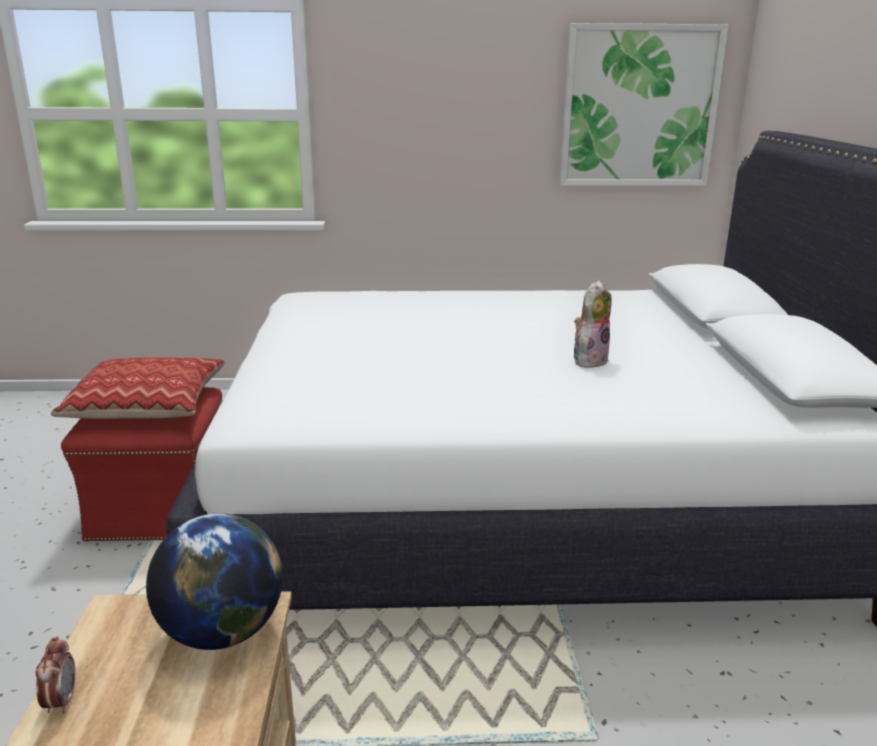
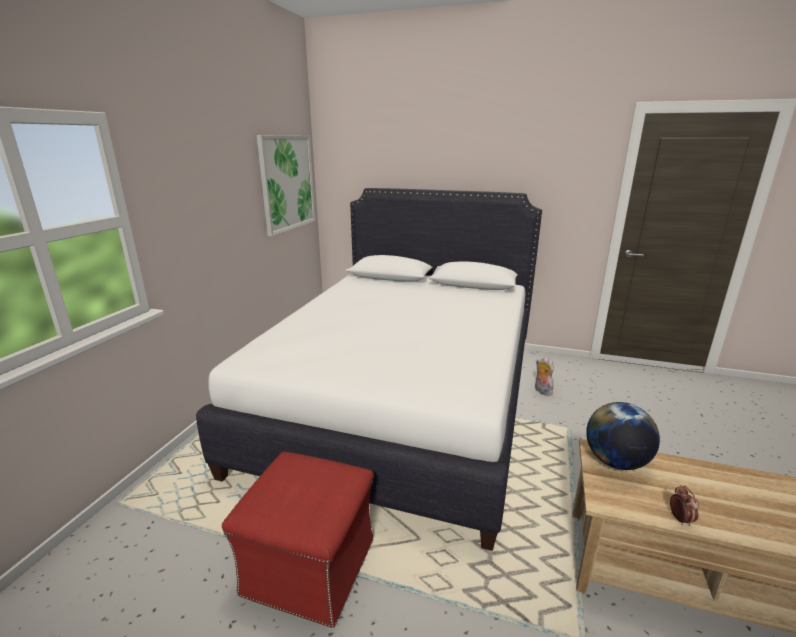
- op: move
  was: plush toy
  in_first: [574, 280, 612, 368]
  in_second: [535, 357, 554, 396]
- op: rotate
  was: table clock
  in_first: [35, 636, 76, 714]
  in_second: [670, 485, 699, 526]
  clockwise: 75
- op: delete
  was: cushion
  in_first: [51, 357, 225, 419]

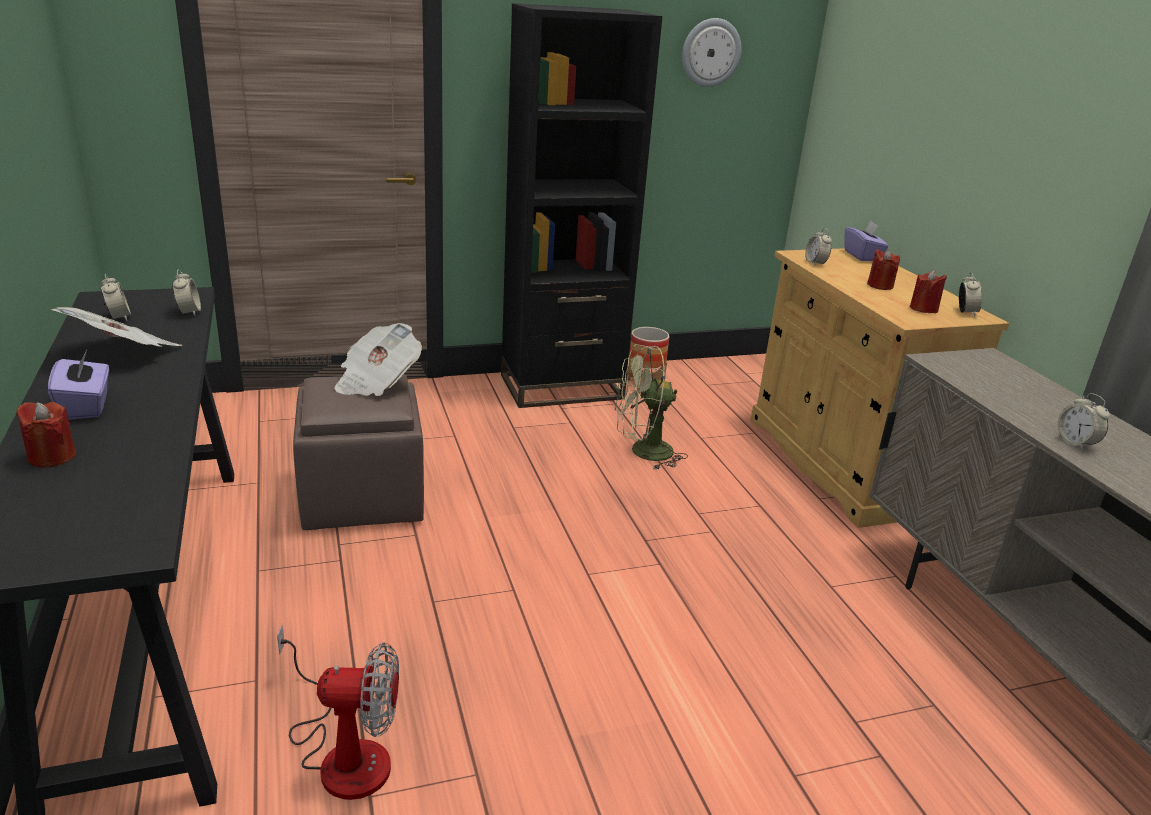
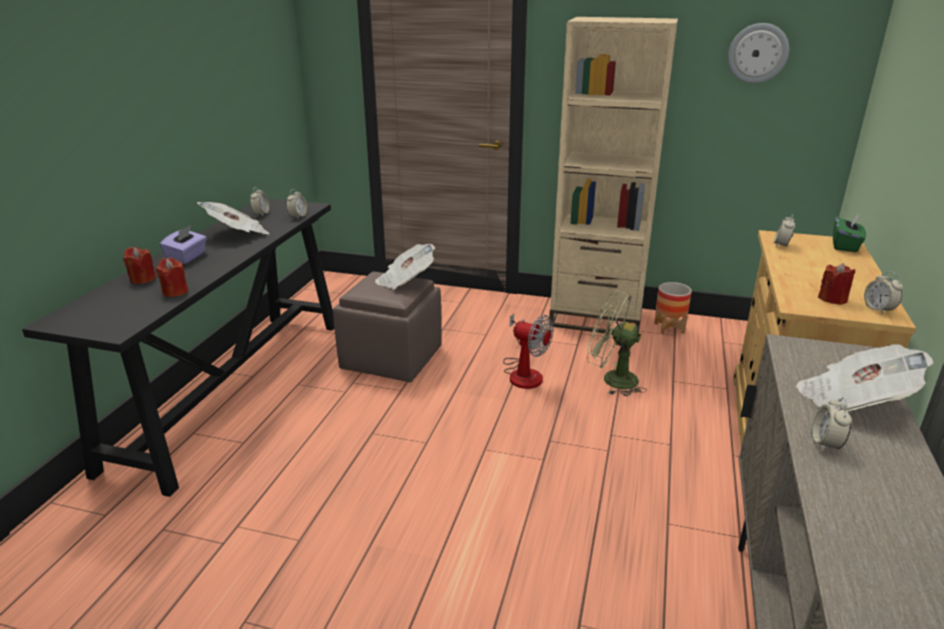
- op: move
  was: candle/red
  in_first: [867, 249, 900, 290]
  in_second: [156, 258, 188, 297]
- op: move
  was: fan
  in_first: [277, 625, 399, 800]
  in_second: [503, 314, 553, 389]
- op: recolor
  was: bookcase/black-coloured
  now: bookcase/beige
  in_first: [501, 3, 663, 408]
  in_second: [549, 17, 678, 335]
- op: insert
  now: newspaper
  in_second: [796, 344, 934, 411]
- op: recolor
  was: box of tissues/purple-coloured
  now: box of tissues/greenish
  in_first: [844, 220, 889, 261]
  in_second: [833, 214, 866, 252]
- op: rotate
  was: table clock
  in_first: [959, 272, 982, 316]
  in_second: [864, 271, 903, 315]
  clockwise: 120

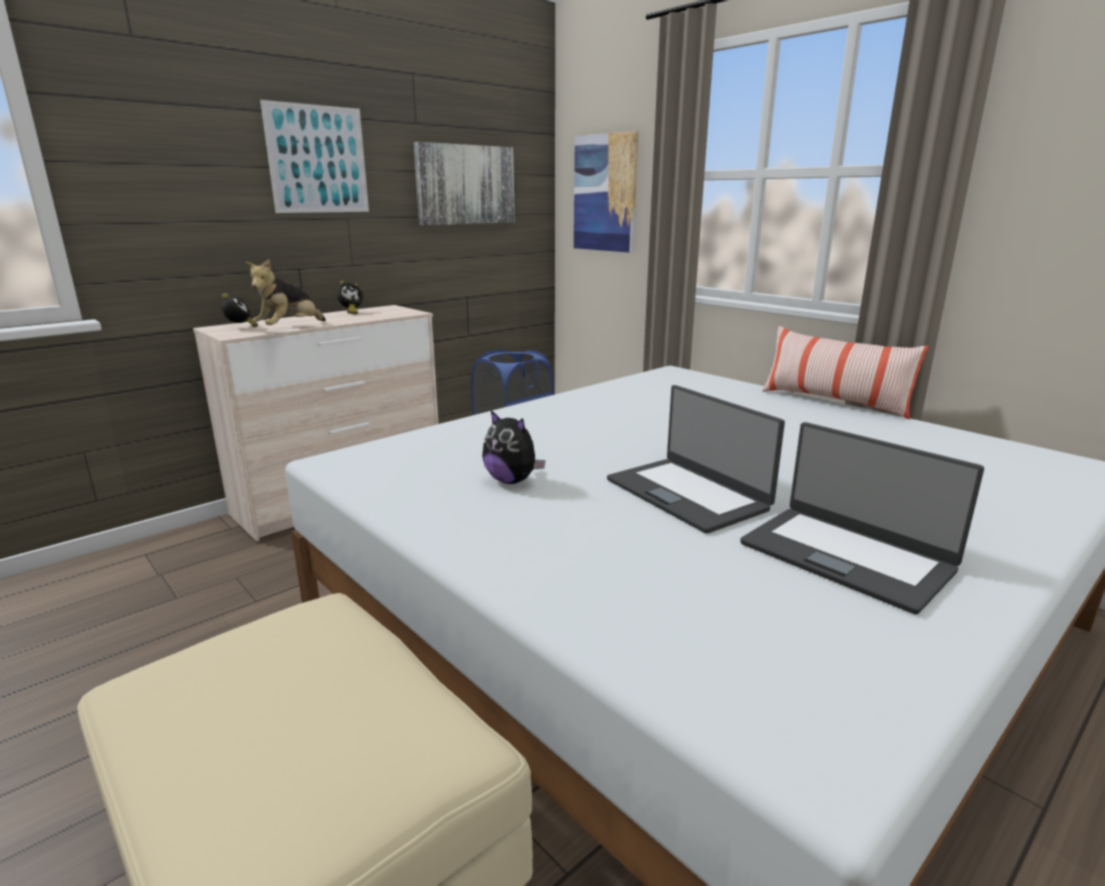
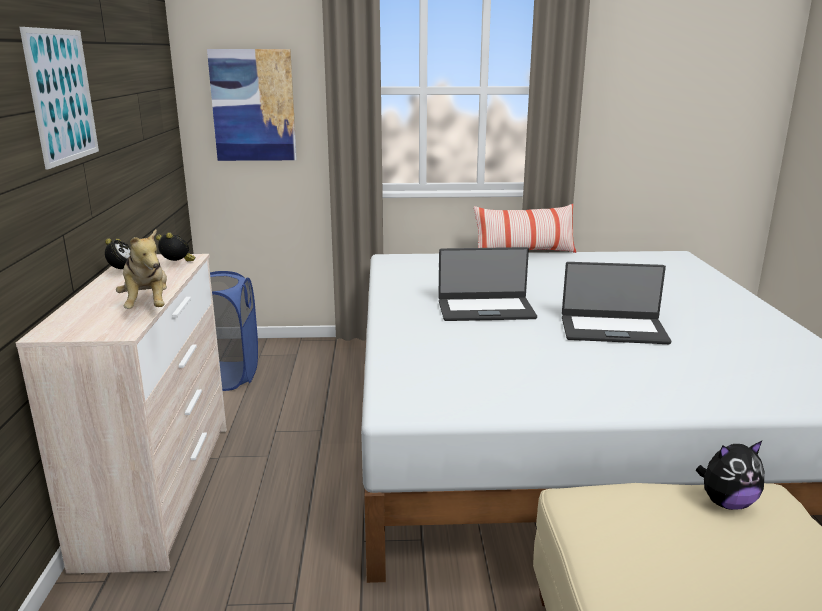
- op: move
  was: table clock
  in_first: [222, 293, 258, 327]
  in_second: [156, 232, 196, 261]
- op: move
  was: portable computer
  in_first: [740, 422, 984, 615]
  in_second: [438, 247, 537, 321]
- op: move
  was: plush toy
  in_first: [482, 410, 546, 484]
  in_second: [696, 441, 764, 510]
- op: delete
  was: wall art
  in_first: [414, 142, 515, 226]

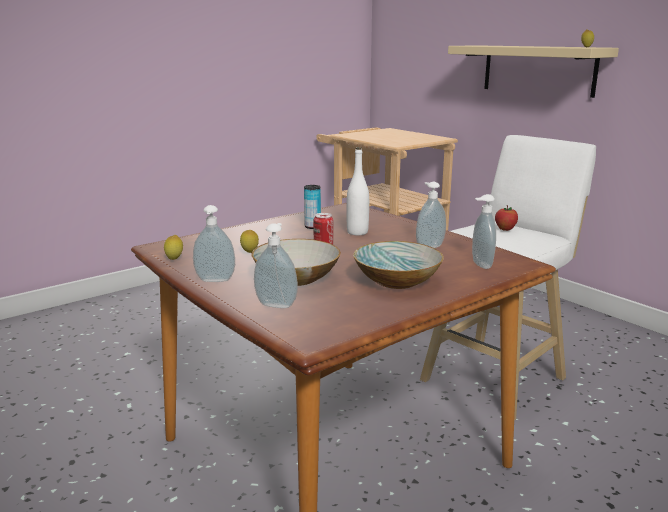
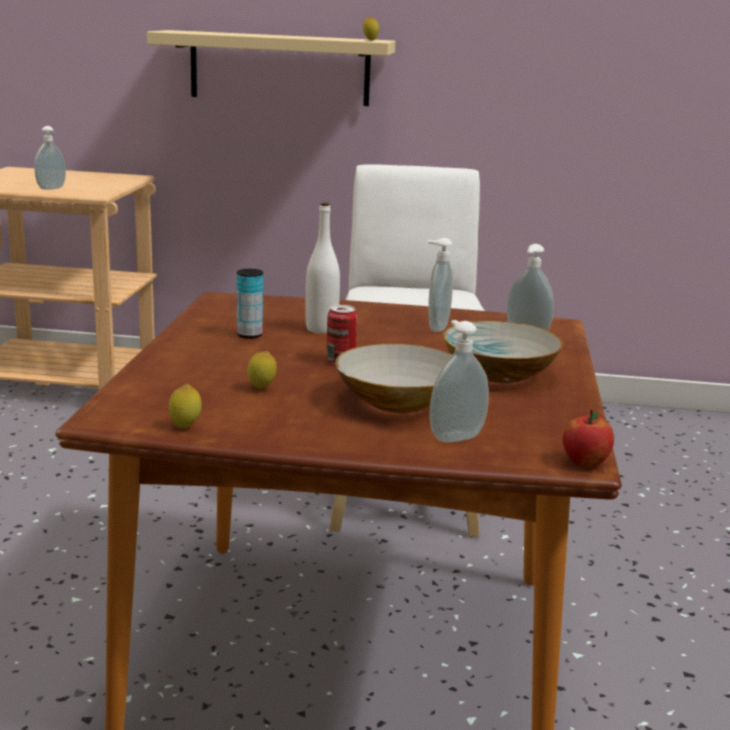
- op: move
  was: soap dispenser
  in_first: [193, 205, 235, 282]
  in_second: [34, 126, 66, 190]
- op: move
  was: whole apple
  in_first: [495, 205, 518, 231]
  in_second: [563, 409, 614, 468]

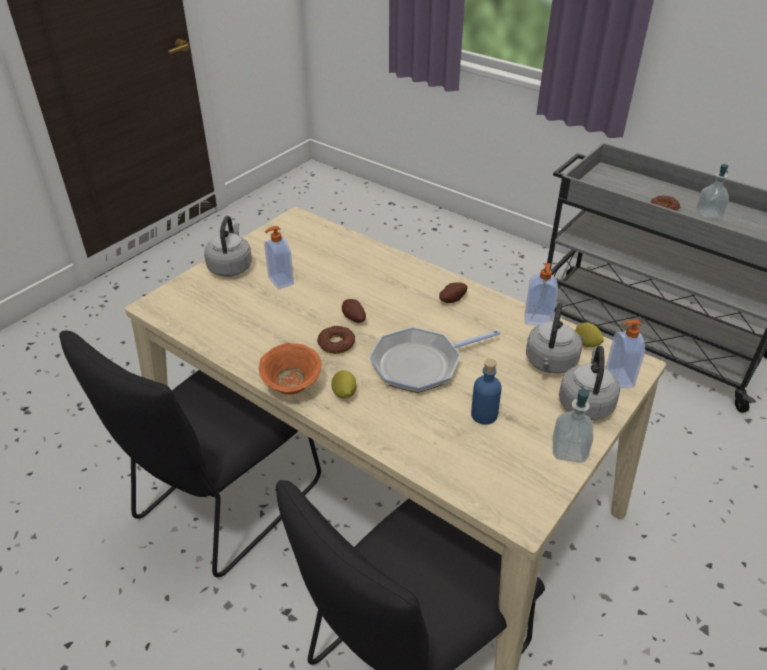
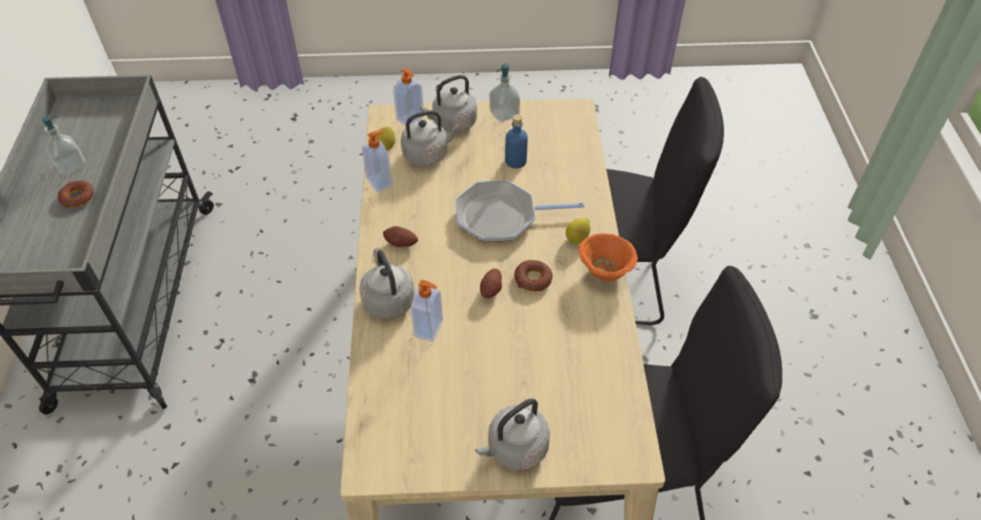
- op: insert
  now: water kettle/greyish
  in_second: [359, 248, 415, 319]
- op: move
  was: soap dispenser
  in_first: [264, 226, 294, 289]
  in_second: [411, 280, 443, 342]
- op: rotate
  was: frying pan
  in_first: [370, 327, 500, 393]
  in_second: [456, 180, 584, 242]
  clockwise: 150

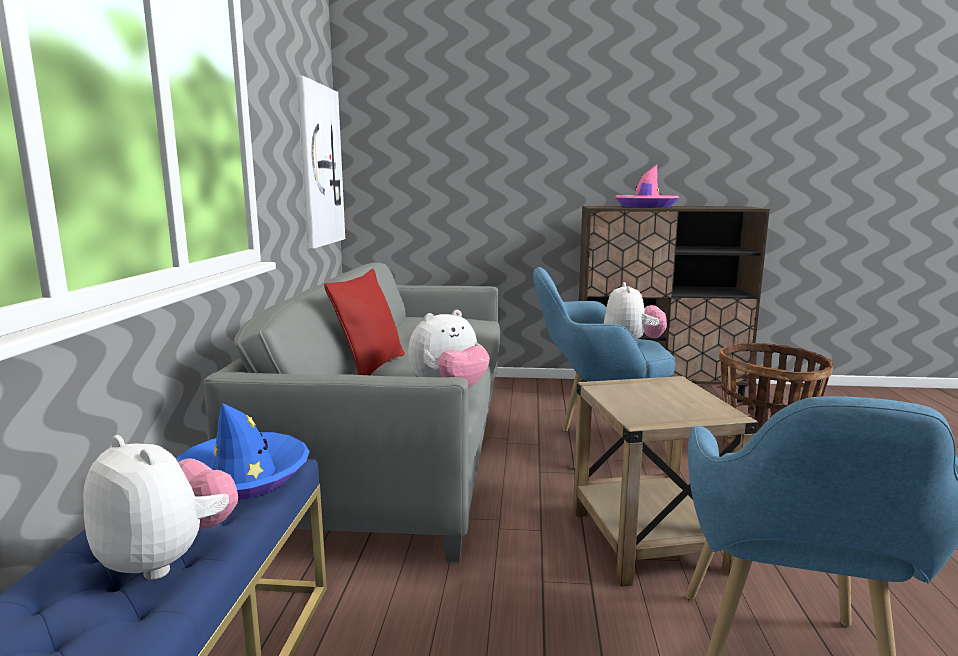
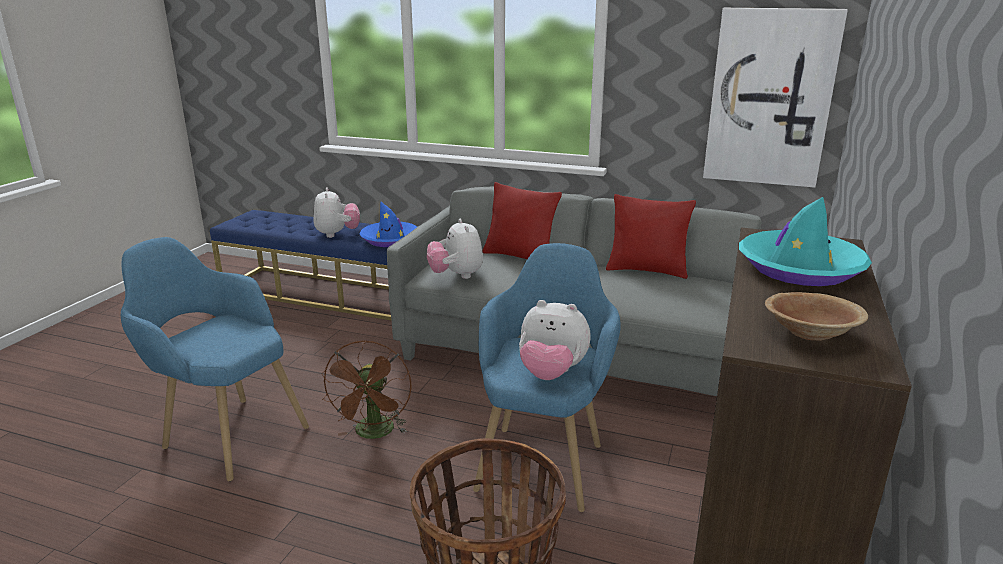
- op: rotate
  was: plush toy
  in_first: [83, 435, 238, 580]
  in_second: [314, 187, 360, 238]
  clockwise: -60
- op: replace
  was: side table/beige
  now: fan/brownish
  in_first: [573, 376, 758, 587]
  in_second: [321, 340, 412, 439]
- op: insert
  now: cushion/red
  in_second: [606, 194, 696, 279]
- op: recolor
  was: hat/pink
  now: hat/turquoise-coloured
  in_first: [615, 165, 680, 208]
  in_second: [739, 197, 872, 286]
- op: insert
  now: bowl/brownish
  in_second: [765, 292, 868, 341]

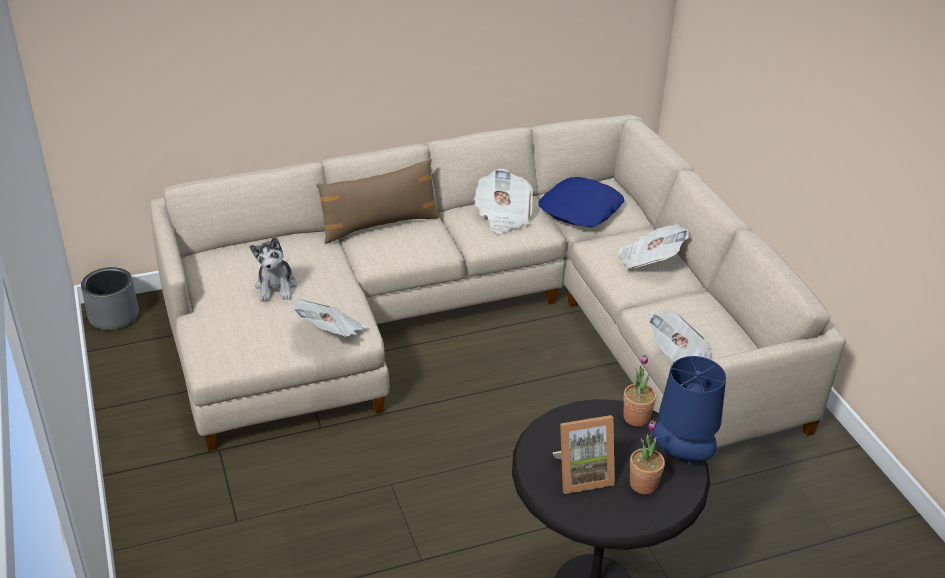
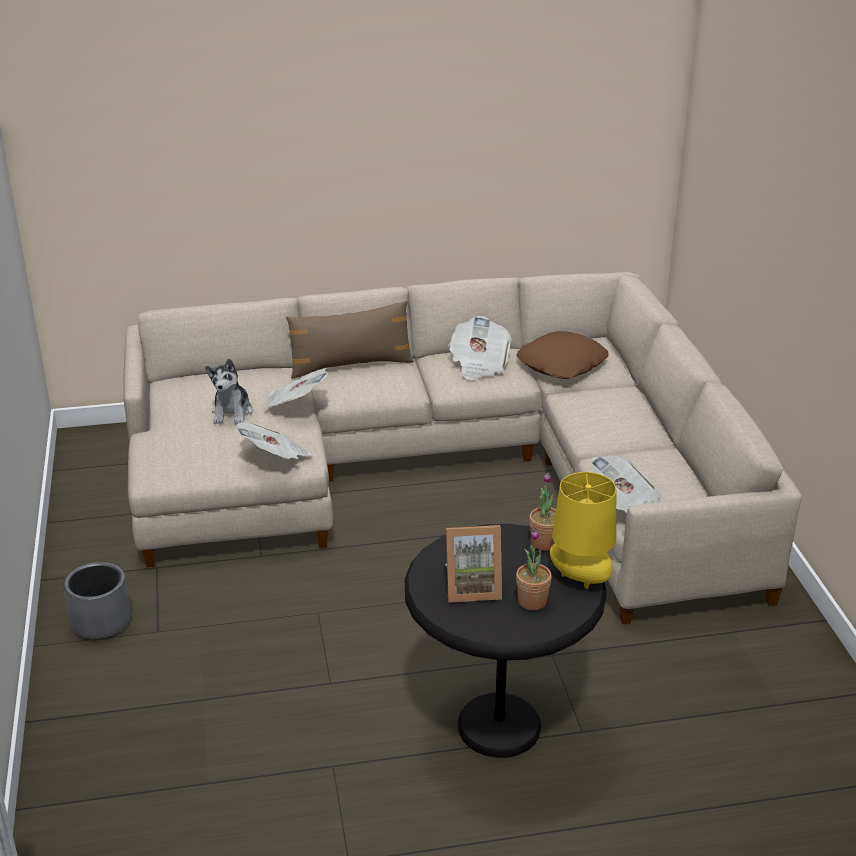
- op: move
  was: plant pot/greyish
  in_first: [81, 267, 139, 330]
  in_second: [63, 562, 131, 639]
- op: move
  was: newspaper
  in_first: [618, 224, 690, 269]
  in_second: [264, 368, 328, 409]
- op: recolor
  was: cushion/bluish
  now: cushion/brownish
  in_first: [538, 177, 624, 227]
  in_second: [517, 331, 609, 379]
- op: recolor
  was: lamp for a table/bluish
  now: lamp for a table/yellow-coloured
  in_first: [652, 356, 726, 465]
  in_second: [550, 472, 616, 589]

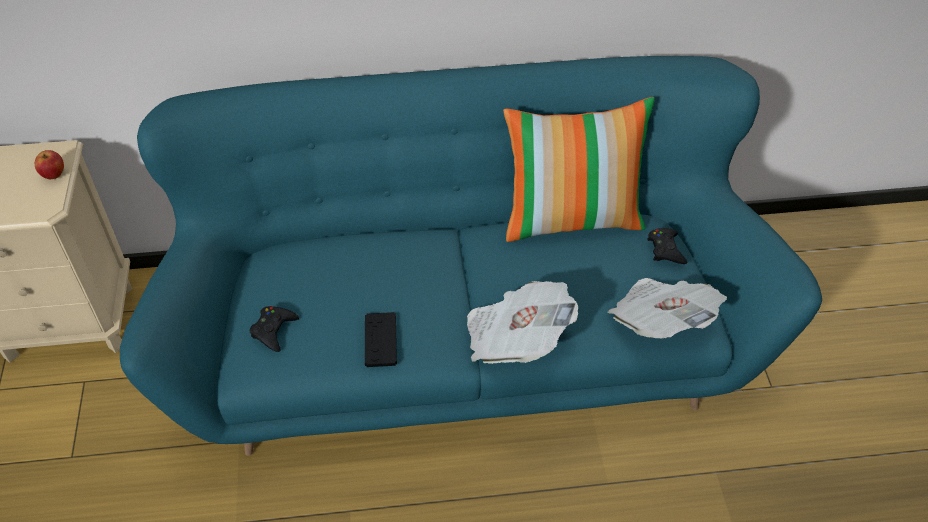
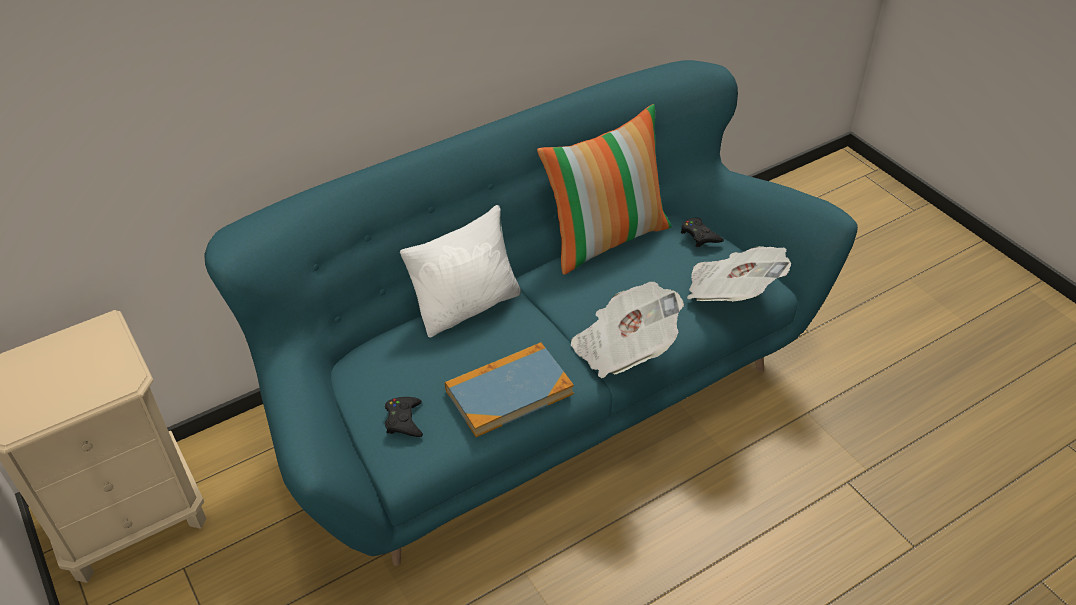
- op: insert
  now: cushion/white-coloured
  in_second: [400, 205, 521, 338]
- op: replace
  was: game controller/black-coloured
  now: book
  in_first: [365, 312, 397, 367]
  in_second: [445, 342, 574, 437]
- op: delete
  was: whole apple
  in_first: [35, 150, 64, 179]

